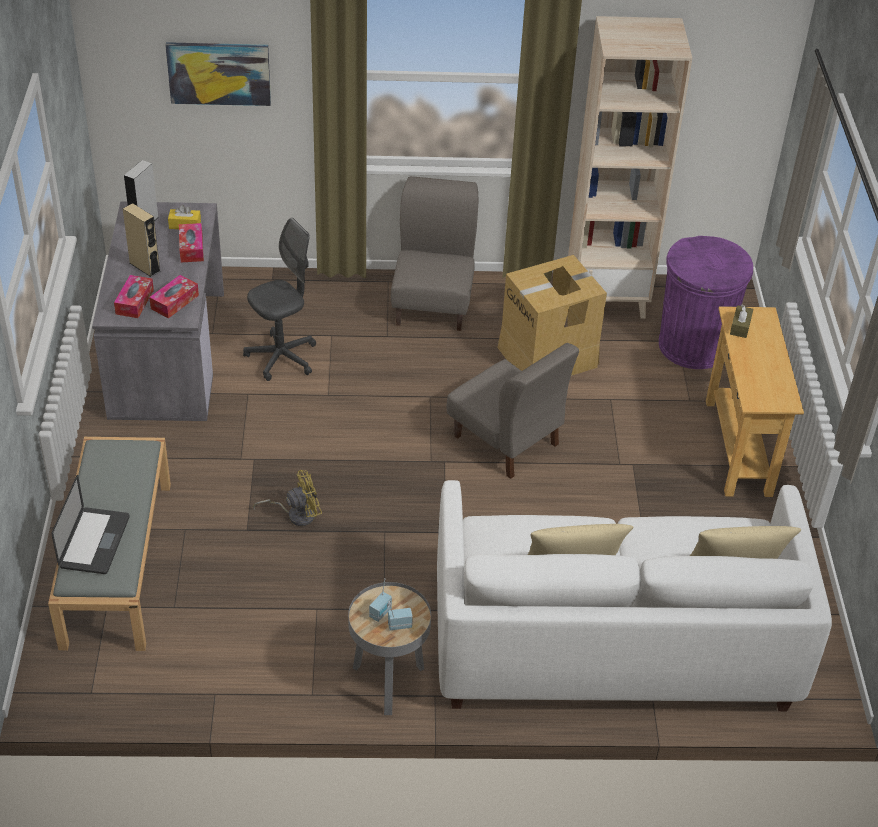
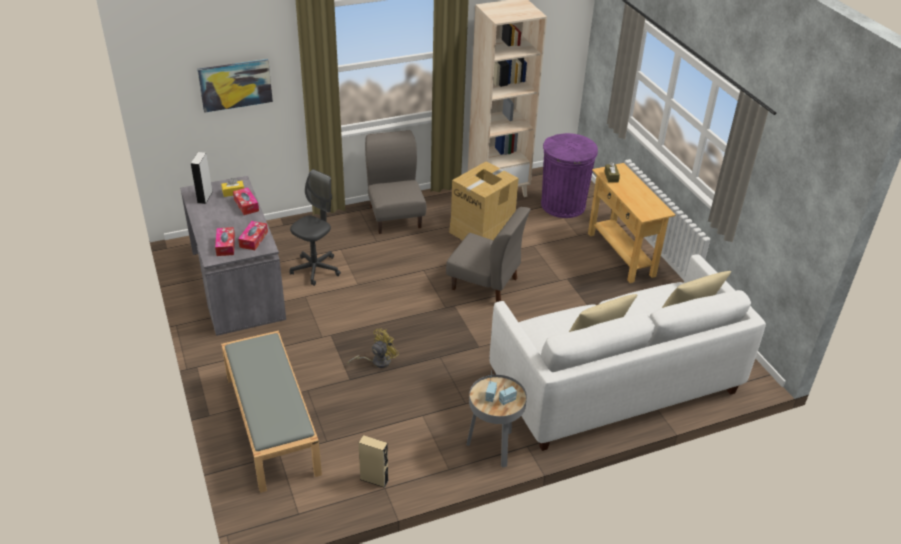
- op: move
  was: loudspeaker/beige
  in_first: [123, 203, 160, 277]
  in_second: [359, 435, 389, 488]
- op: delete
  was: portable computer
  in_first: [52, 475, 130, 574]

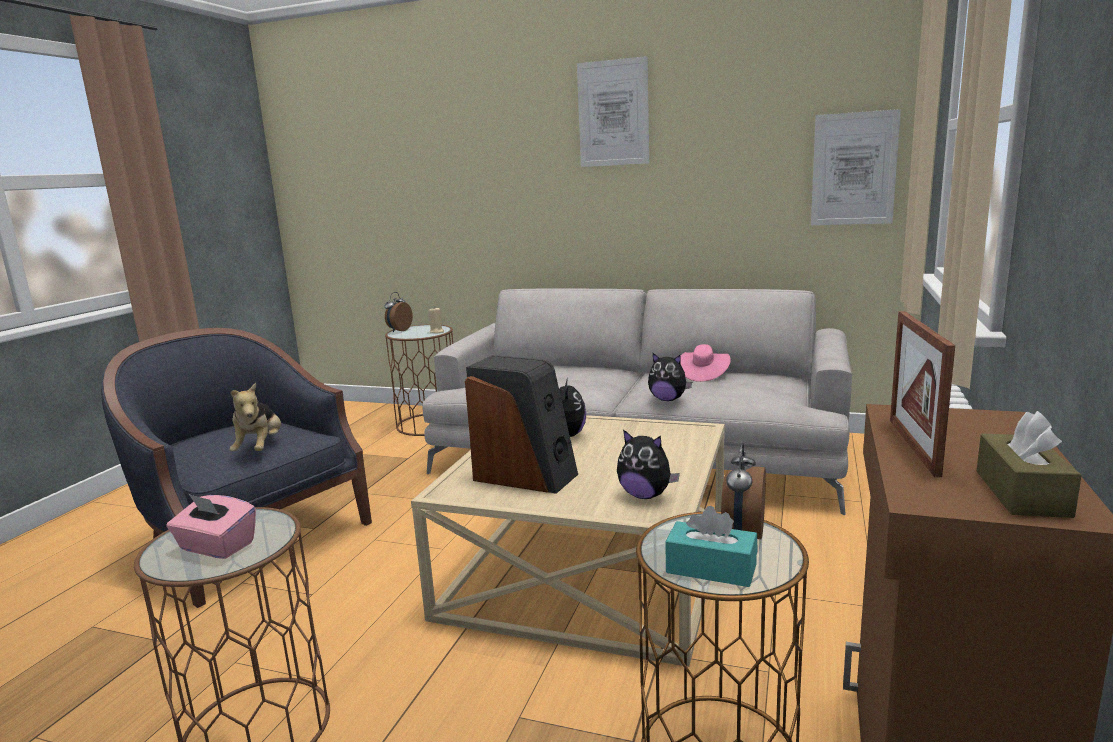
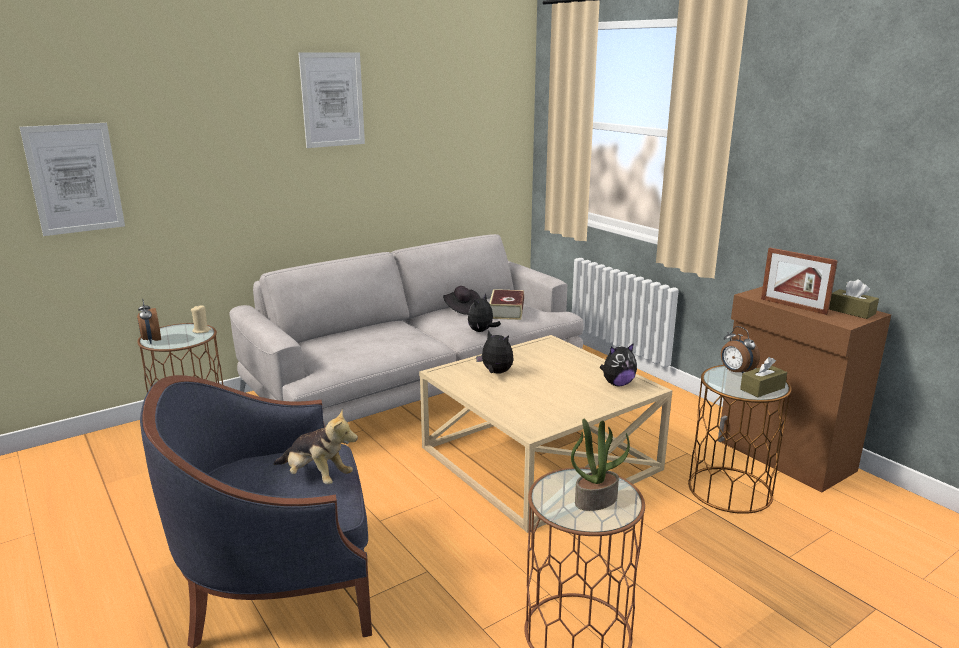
- op: move
  was: wall art
  in_first: [811, 109, 901, 225]
  in_second: [20, 123, 125, 236]
- op: recolor
  was: hat/pink
  now: hat/black-coloured
  in_first: [680, 344, 731, 382]
  in_second: [443, 286, 480, 315]
- op: rotate
  was: plush toy
  in_first: [648, 352, 692, 401]
  in_second: [468, 293, 501, 332]
  clockwise: 150
- op: insert
  now: book
  in_second: [489, 289, 524, 320]
- op: replace
  was: box of tissues/pink
  now: potted plant
  in_first: [166, 494, 256, 559]
  in_second: [571, 419, 630, 511]
- op: recolor
  was: box of tissues/turquoise-coloured
  now: box of tissues/brownish
  in_first: [666, 506, 757, 587]
  in_second: [740, 357, 787, 397]
- op: delete
  was: loudspeaker
  in_first: [465, 355, 578, 494]

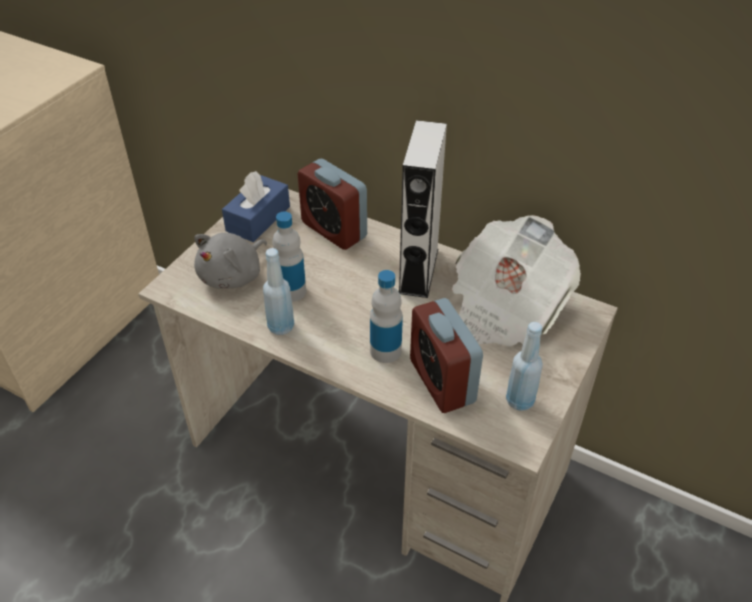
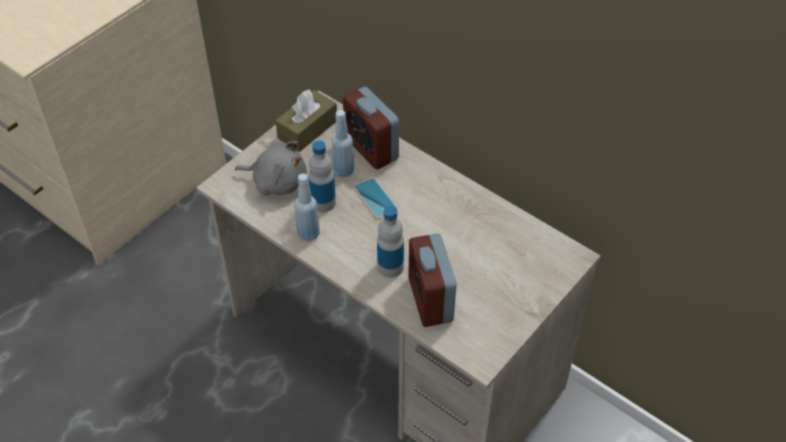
- op: rotate
  was: plush toy/greyish
  in_first: [194, 233, 267, 289]
  in_second: [235, 141, 307, 195]
  clockwise: -120
- op: recolor
  was: box of tissues/bluish
  now: box of tissues/brownish
  in_first: [222, 171, 290, 242]
  in_second: [275, 90, 337, 152]
- op: move
  was: drink bottle/bluish
  in_first: [506, 322, 543, 411]
  in_second: [332, 110, 354, 177]
- op: insert
  now: phone
  in_second: [354, 178, 398, 219]
- op: delete
  was: loudspeaker/greyish
  in_first: [399, 120, 447, 298]
- op: delete
  was: newspaper
  in_first: [452, 215, 581, 347]

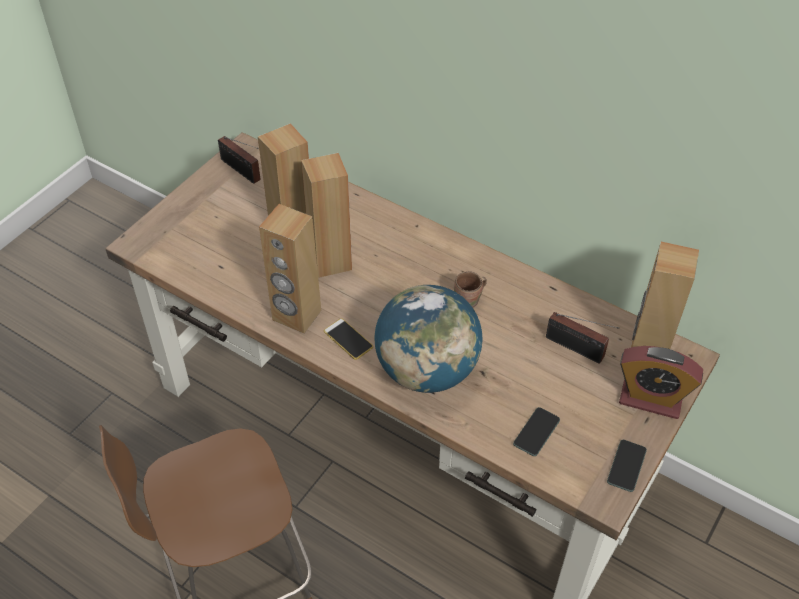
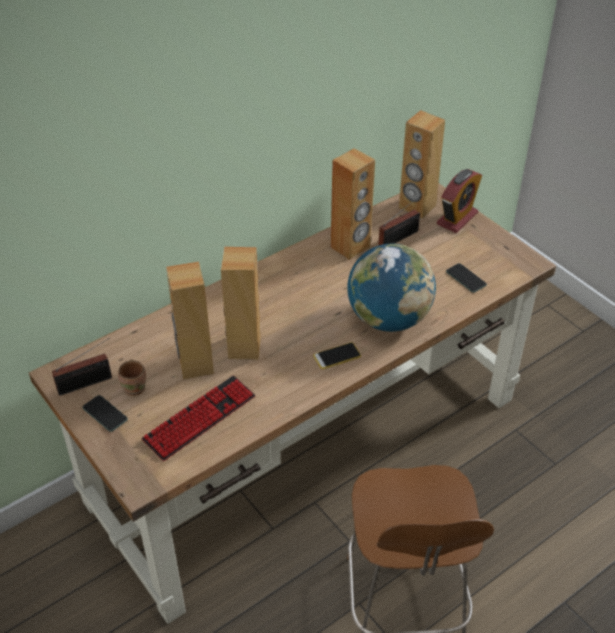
- op: move
  was: phone
  in_first: [607, 440, 647, 492]
  in_second: [82, 395, 128, 432]
- op: move
  was: tea mug/brownish
  in_first: [454, 271, 487, 308]
  in_second: [118, 360, 146, 396]
- op: insert
  now: keyboard
  in_second: [142, 376, 255, 461]
- op: move
  was: loudspeaker/brownish
  in_first: [259, 204, 321, 334]
  in_second: [331, 148, 375, 260]

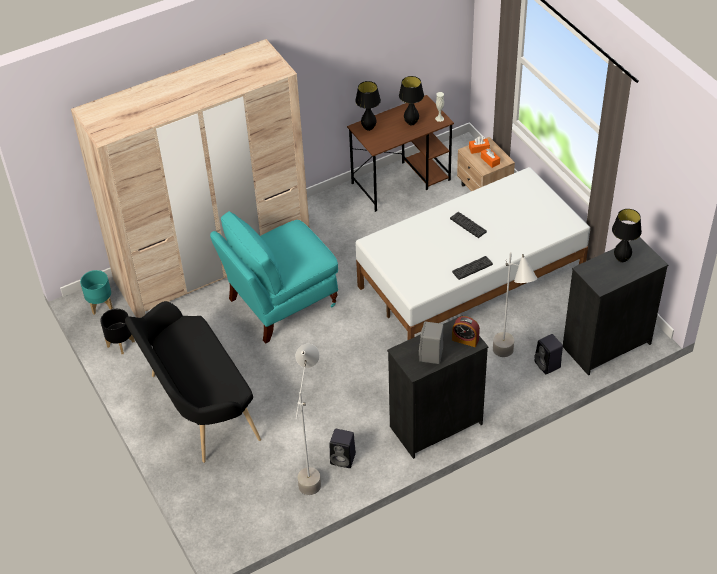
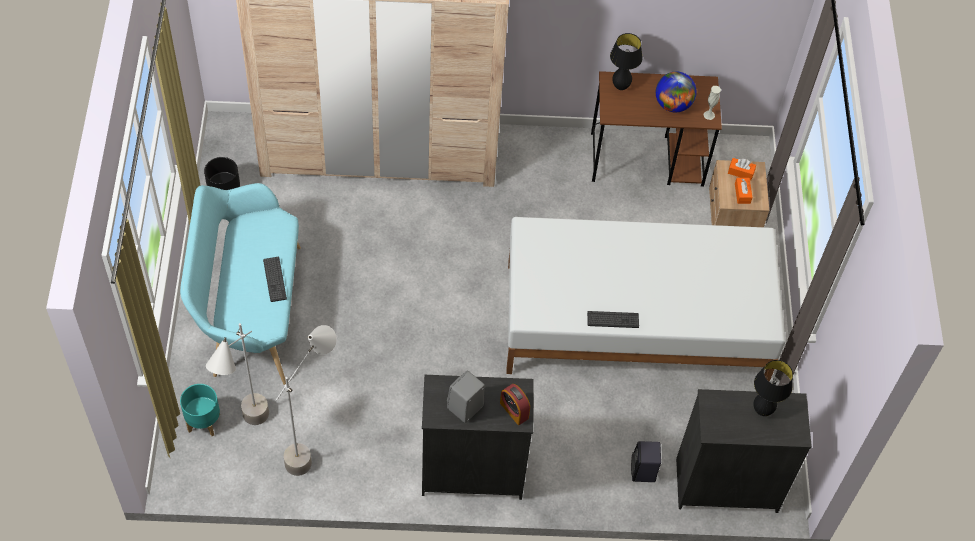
- op: recolor
  was: indoor bench/black-coloured
  now: indoor bench/turquoise-coloured
  in_first: [125, 301, 261, 463]
  in_second: [180, 183, 301, 385]
- op: move
  was: plant pot/turquoise-coloured
  in_first: [80, 270, 113, 315]
  in_second: [180, 384, 220, 436]
- op: move
  was: standing lamp/greyish
  in_first: [493, 252, 537, 357]
  in_second: [206, 323, 269, 425]
- op: move
  was: keyboard
  in_first: [450, 212, 487, 238]
  in_second: [263, 257, 287, 302]
- op: replace
  was: lamp for a table/black-coloured
  now: globe
  in_first: [399, 76, 424, 126]
  in_second: [656, 72, 697, 112]
- op: delete
  was: plain chair/turquoise-coloured
  in_first: [210, 211, 338, 344]
- op: delete
  was: loudspeaker/black-coloured
  in_first: [330, 429, 356, 468]

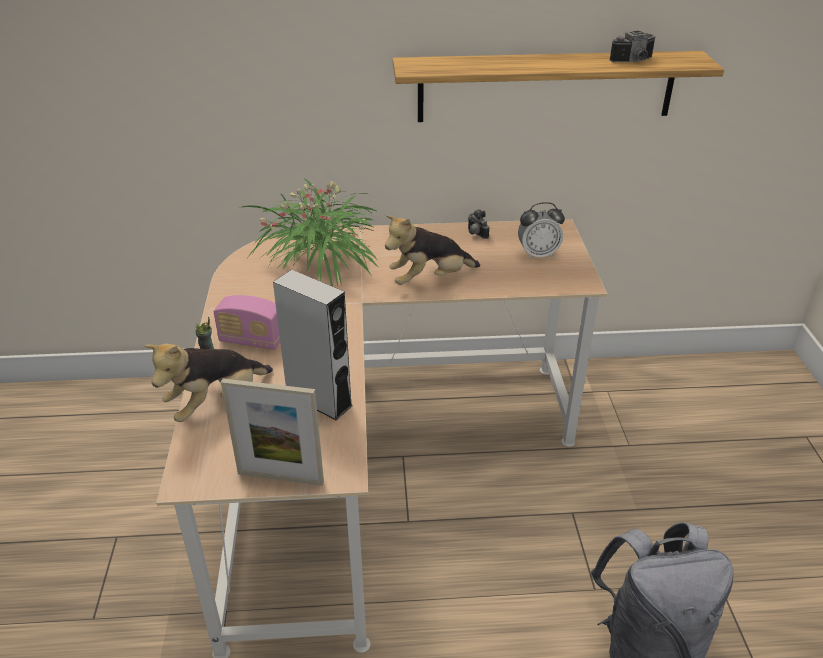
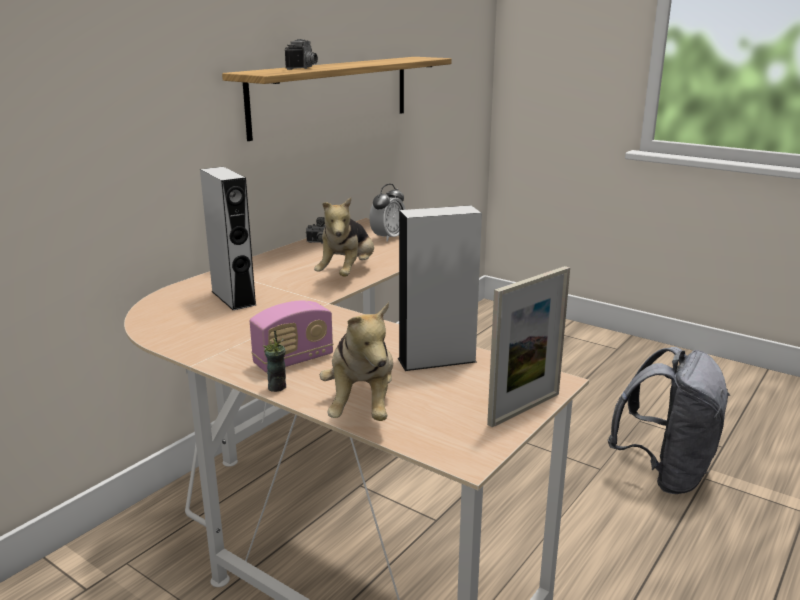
- op: replace
  was: potted plant
  now: loudspeaker/greyish
  in_first: [242, 179, 379, 287]
  in_second: [200, 167, 256, 310]
- op: move
  was: photo camera
  in_first: [610, 31, 656, 62]
  in_second: [285, 39, 318, 70]

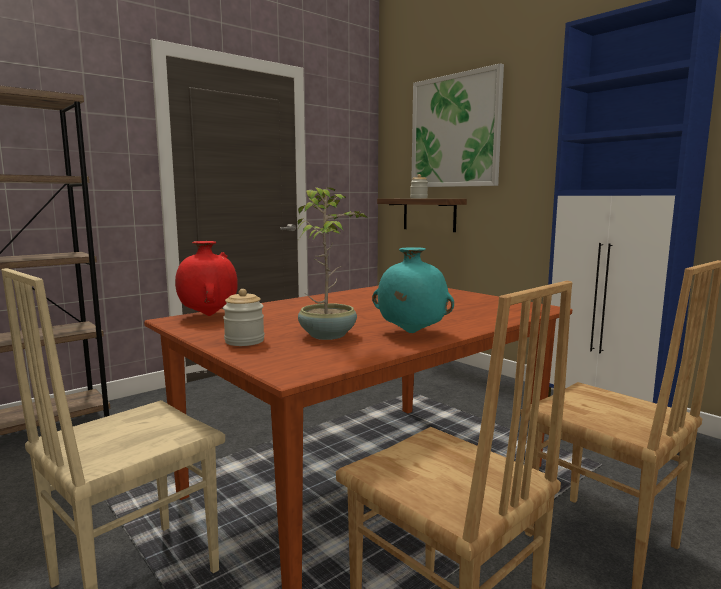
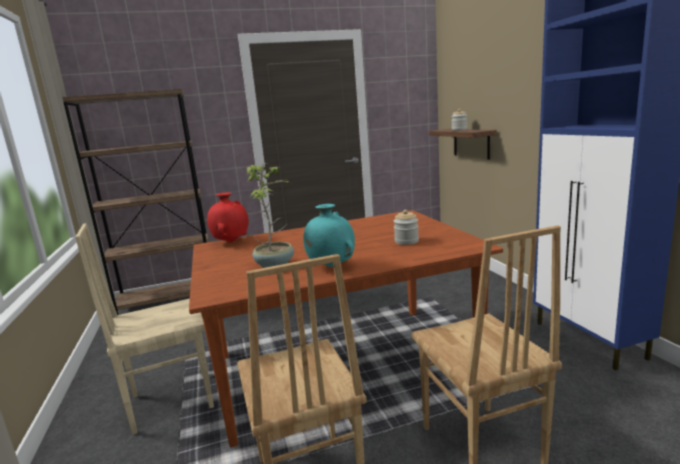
- op: move
  was: jar
  in_first: [223, 289, 264, 346]
  in_second: [394, 210, 419, 245]
- op: delete
  was: wall art
  in_first: [411, 63, 504, 187]

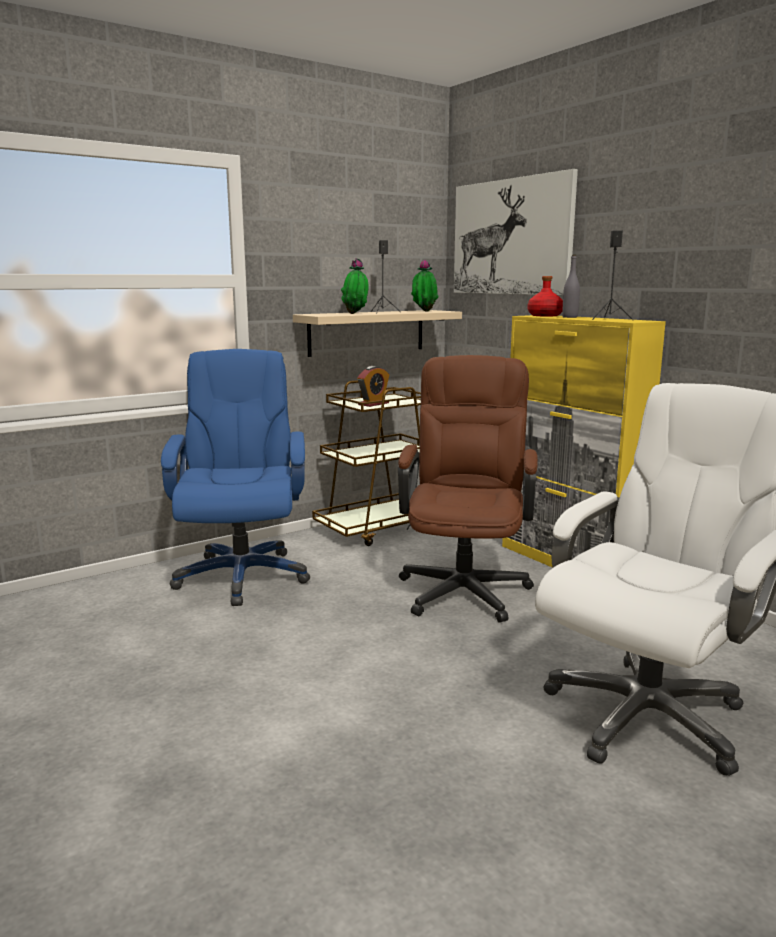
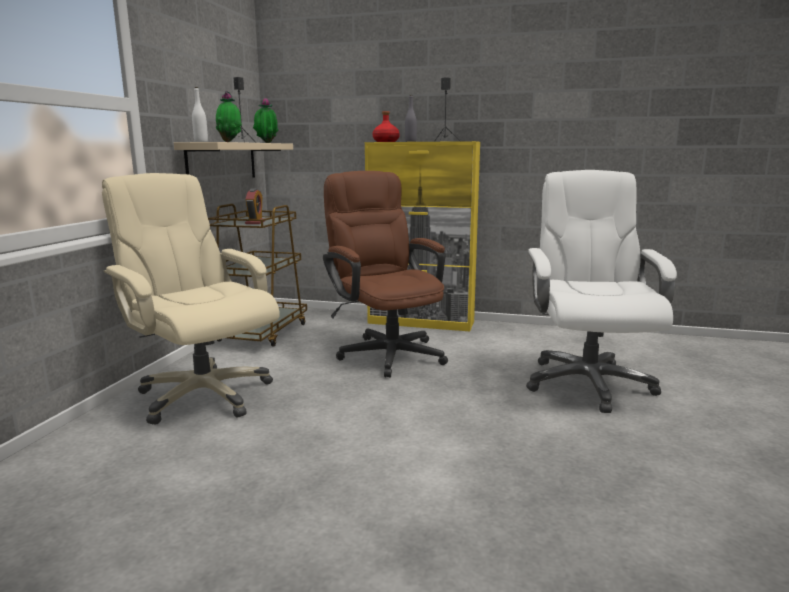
- op: recolor
  was: office chair/bluish
  now: office chair/beige
  in_first: [161, 349, 310, 606]
  in_second: [102, 173, 280, 425]
- op: insert
  now: drink bottle/white-coloured
  in_second: [192, 87, 208, 142]
- op: delete
  was: wall art
  in_first: [454, 169, 578, 295]

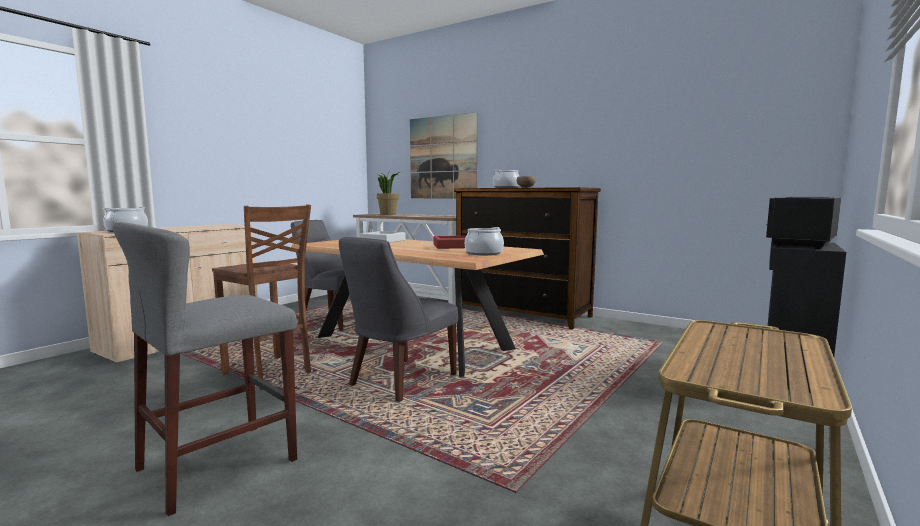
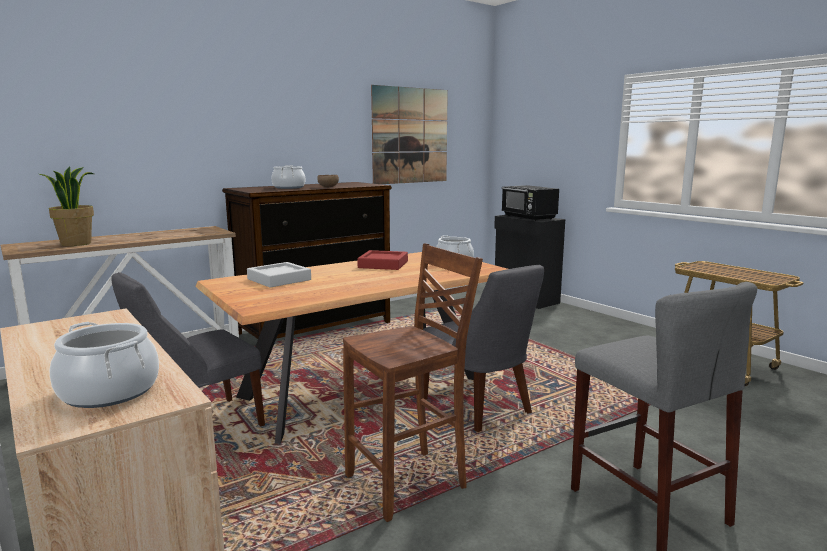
- op: move
  was: wall art
  in_first: [410, 112, 478, 199]
  in_second: [371, 85, 448, 184]

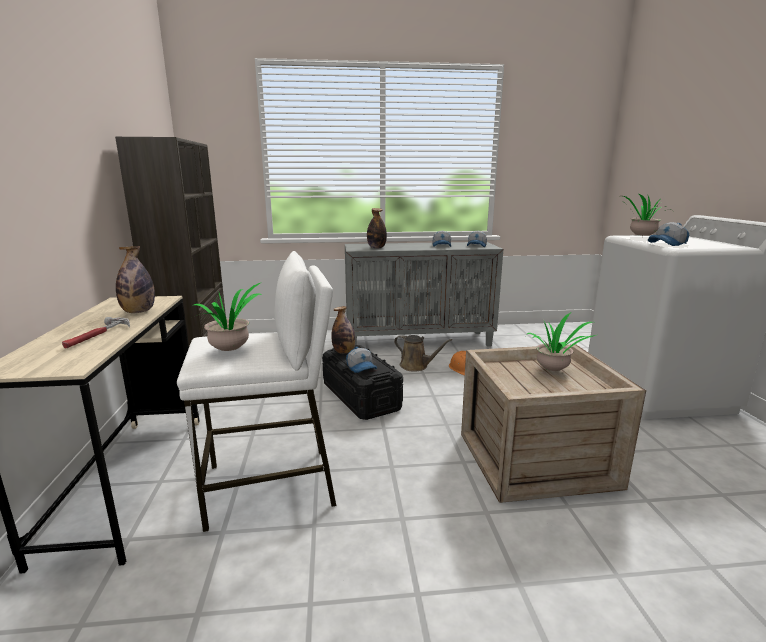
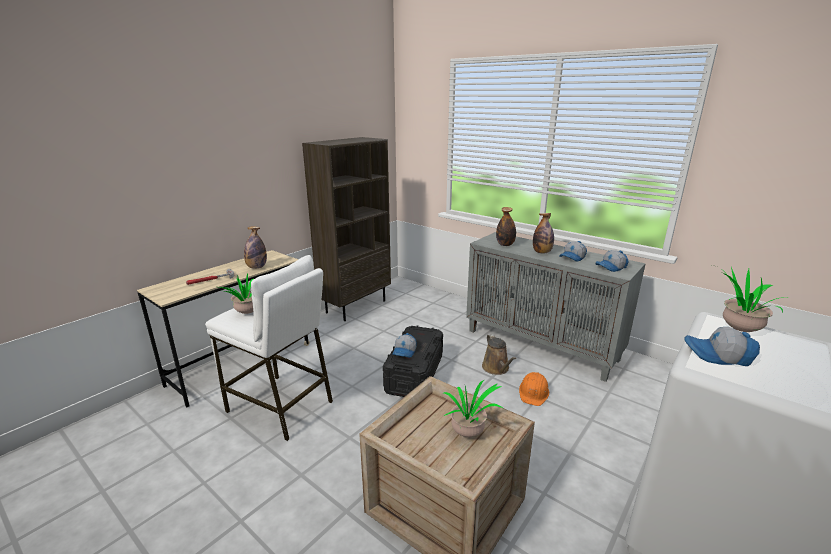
- op: move
  was: drink bottle
  in_first: [332, 306, 355, 354]
  in_second: [533, 213, 554, 254]

